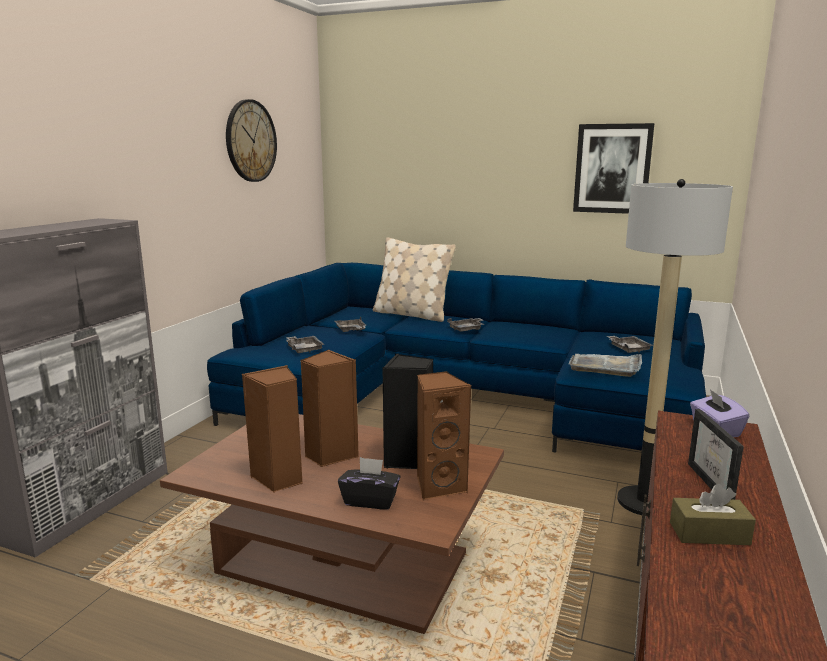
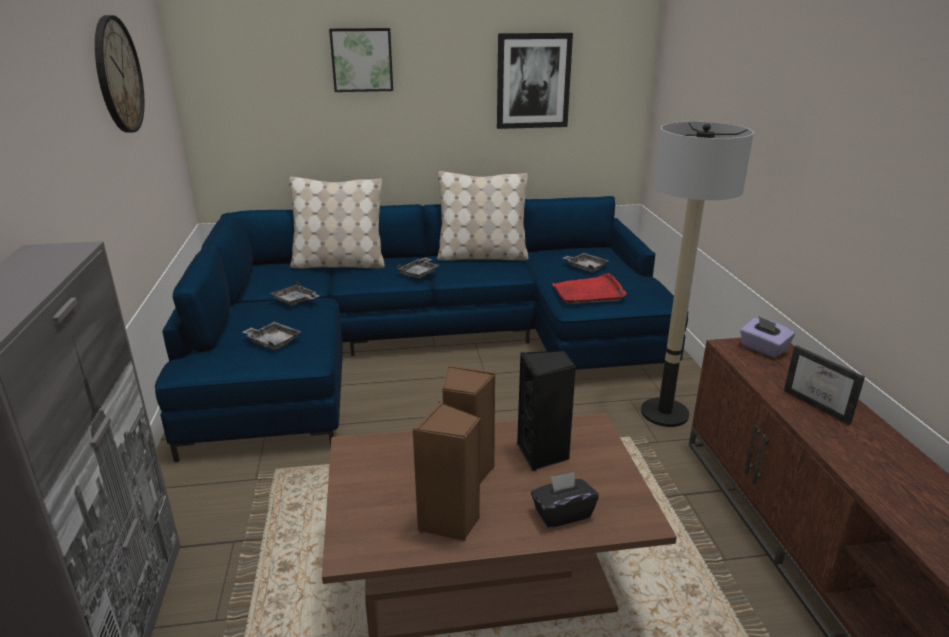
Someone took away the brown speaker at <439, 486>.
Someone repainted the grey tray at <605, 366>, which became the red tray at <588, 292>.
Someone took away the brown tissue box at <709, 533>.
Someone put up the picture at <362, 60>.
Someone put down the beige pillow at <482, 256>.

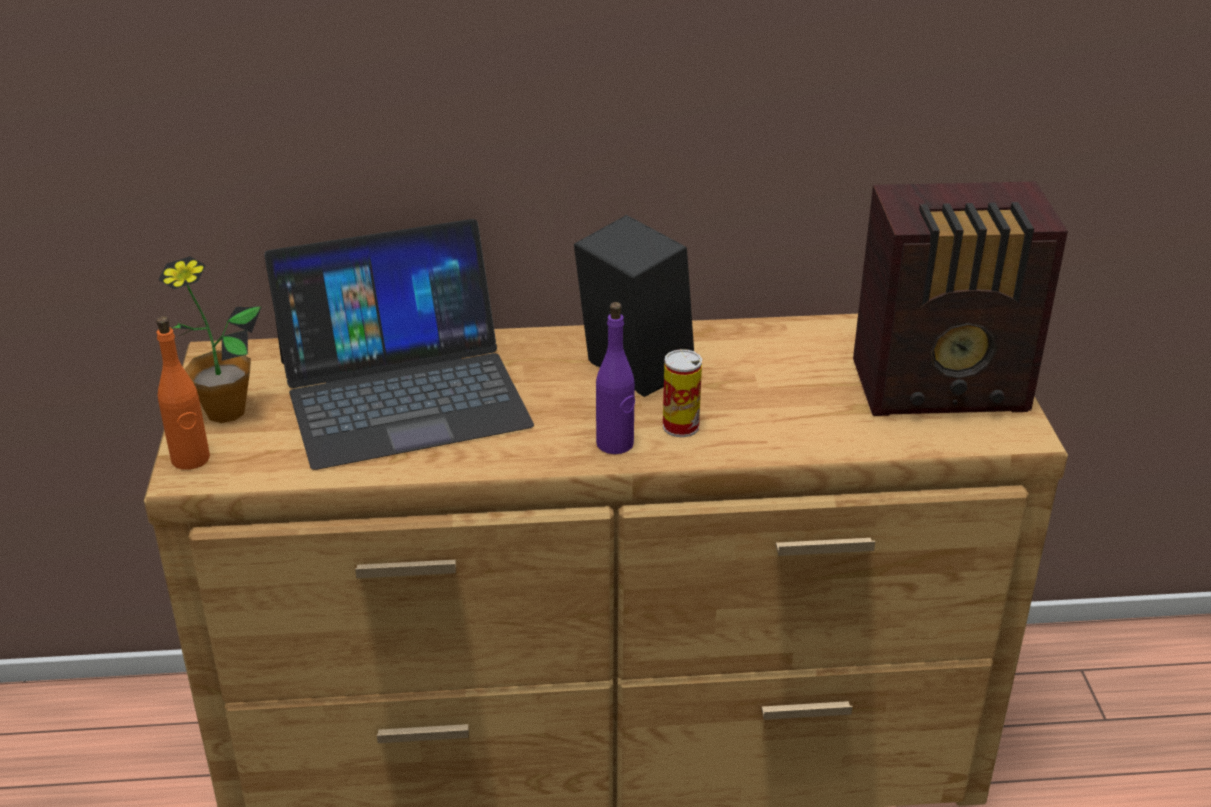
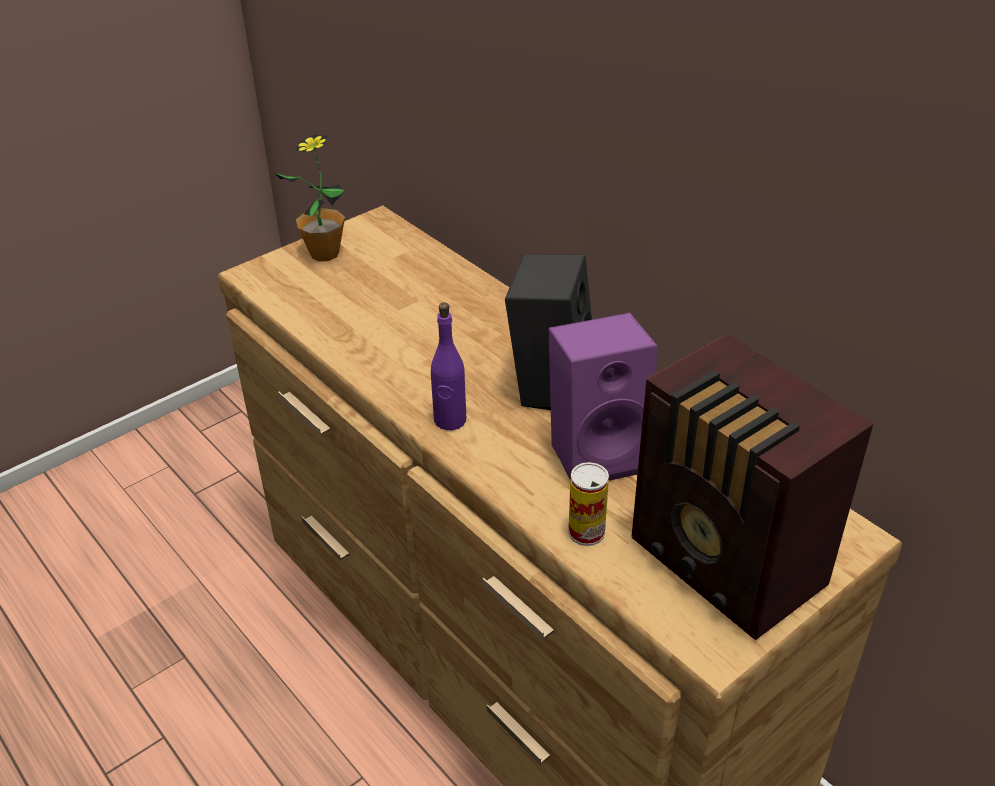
Someone took away the orange bottle at <190, 459>.
Someone took away the laptop at <403, 391>.
Someone carried the can from <680, 426> to <586, 532>.
Someone put down the purple speaker at <599, 452>.

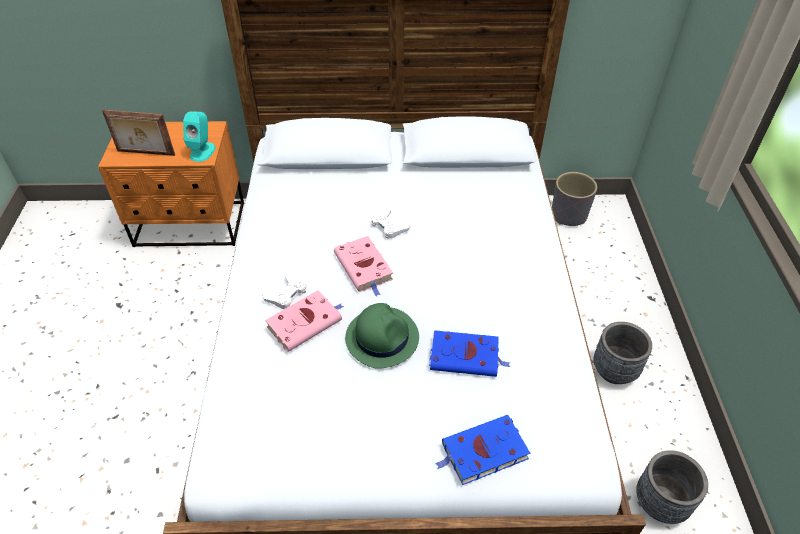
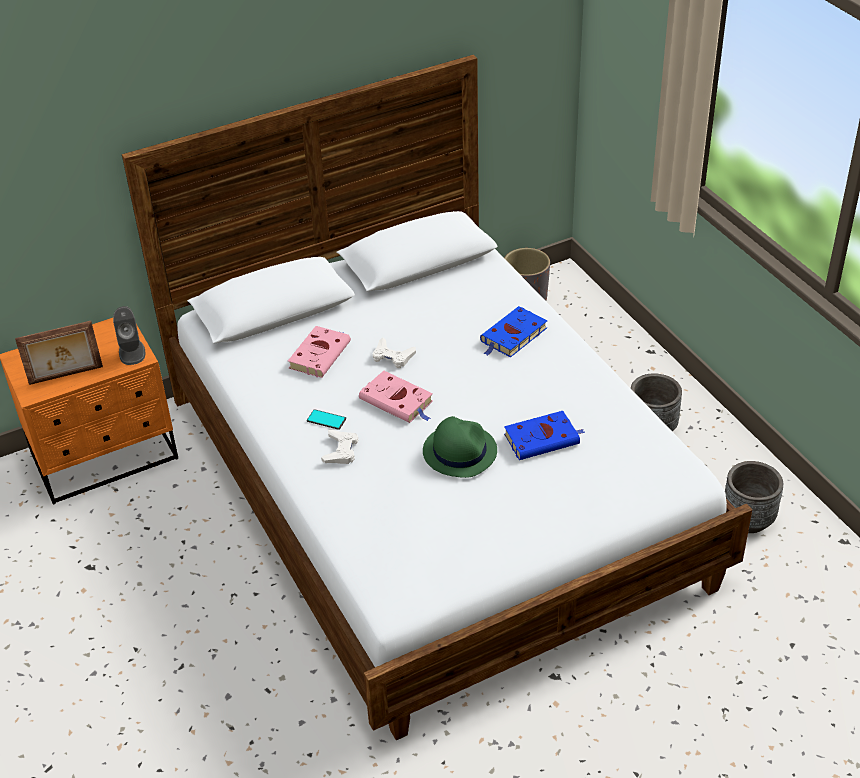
Someone repainted the turquoise speaker at <202, 151>, which became the grey speaker at <132, 352>.
Someone carried the pink book from <306, 322> to <320, 354>.
Someone carried the blue book from <482, 453> to <513, 336>.
Someone put down the phone at <326, 420>.

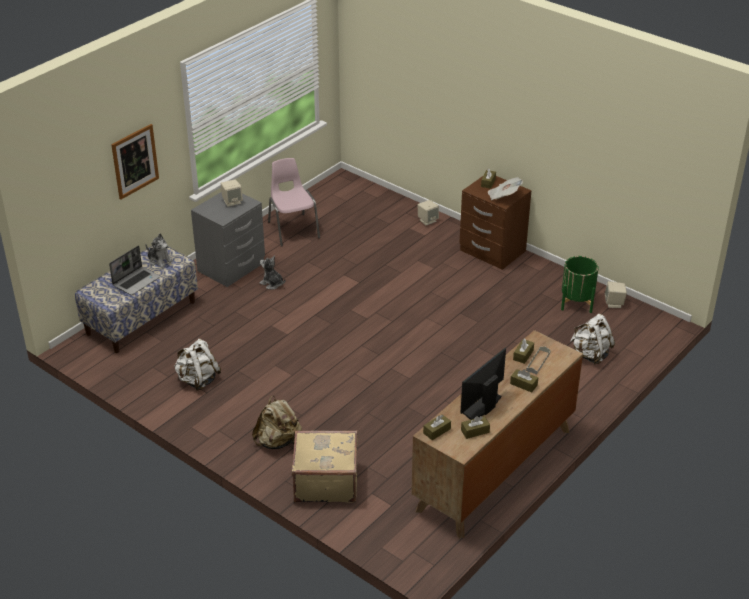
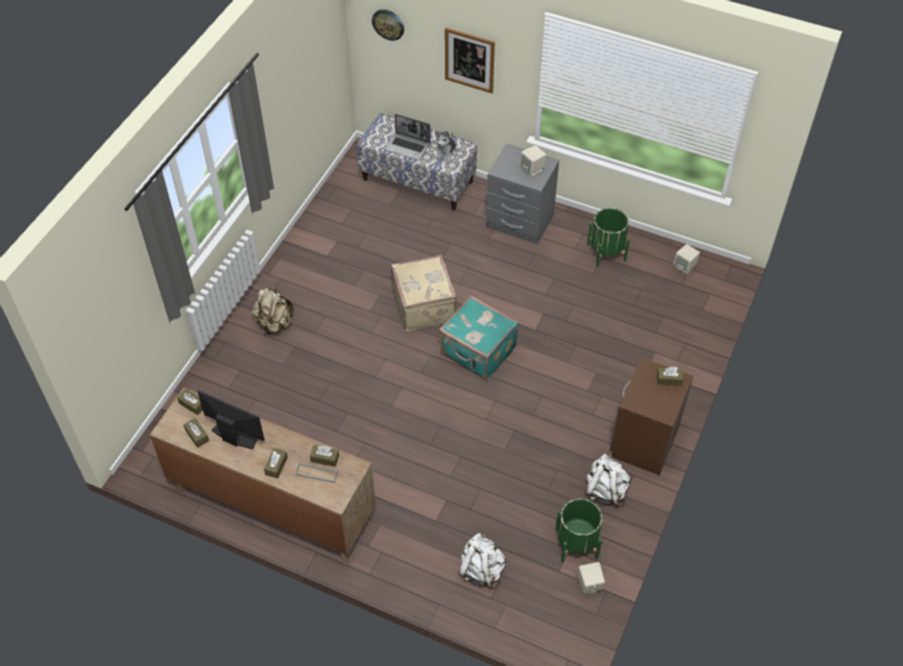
Someone carried the white backpack from <198, 380> to <605, 490>.
Someone took away the plush toy at <272, 283>.
Someone swapped the pink chair at <293, 229> for the green planter at <606, 252>.
Someone carried the beige suitcase from <325, 481> to <425, 305>.
Someone carried the beige speaker from <427, 220> to <684, 266>.
Someone took away the newspaper at <503, 196>.
Someone put up the wall clock at <388, 24>.
Someone put down the turquoise suitcase at <478, 352>.

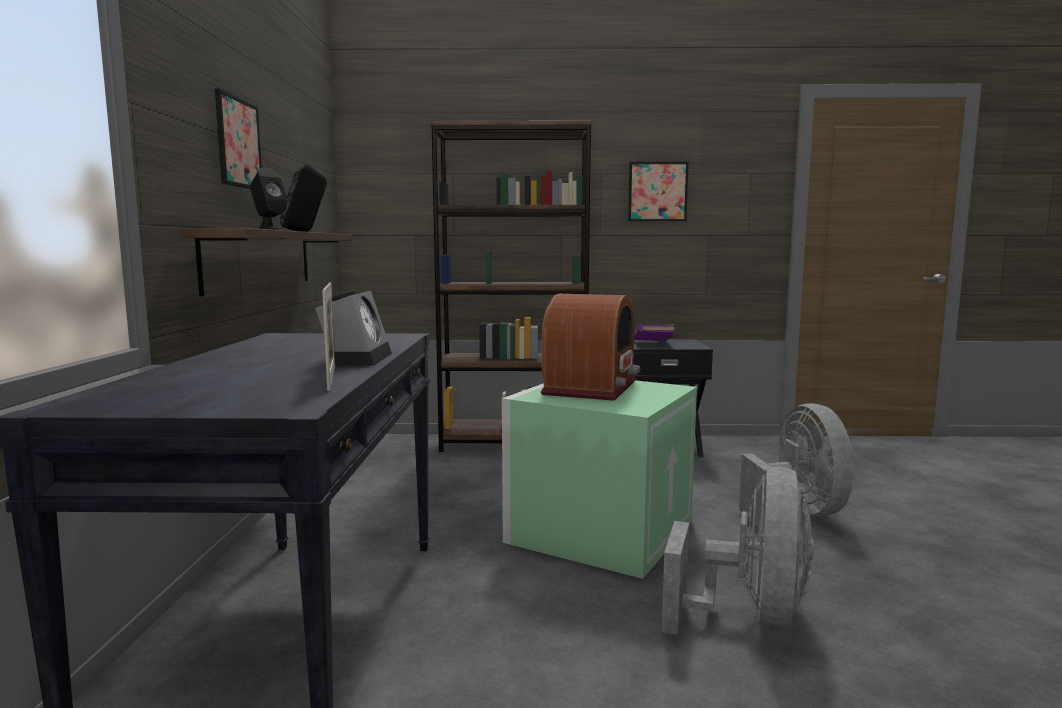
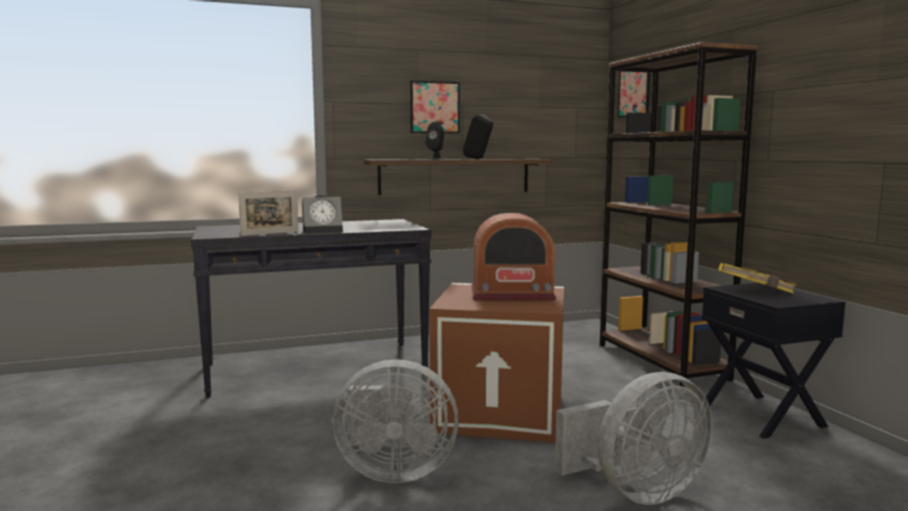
Someone repainted the green storage box at <599, 530>, which became the brown storage box at <502, 412>.
Someone carried the picture from <657, 191> to <634, 91>.
Someone repainted the purple book at <654, 344>, which became the yellow book at <756, 291>.

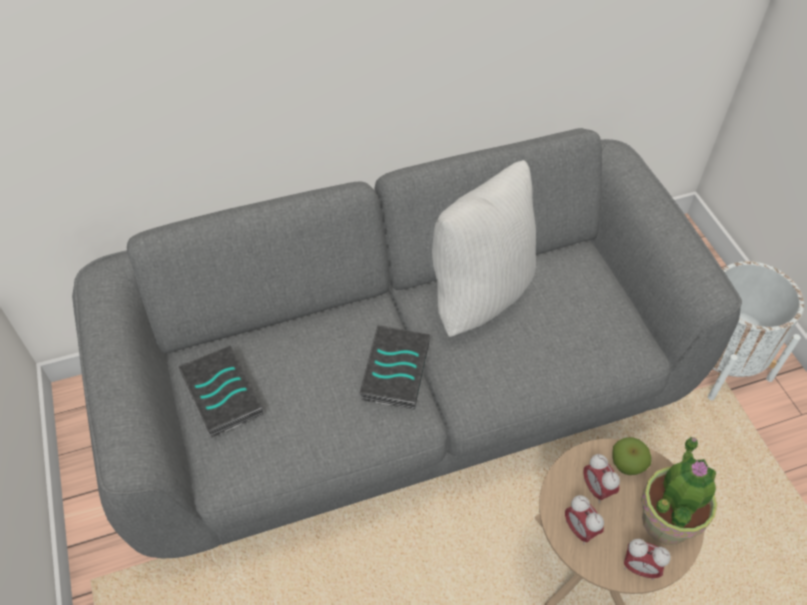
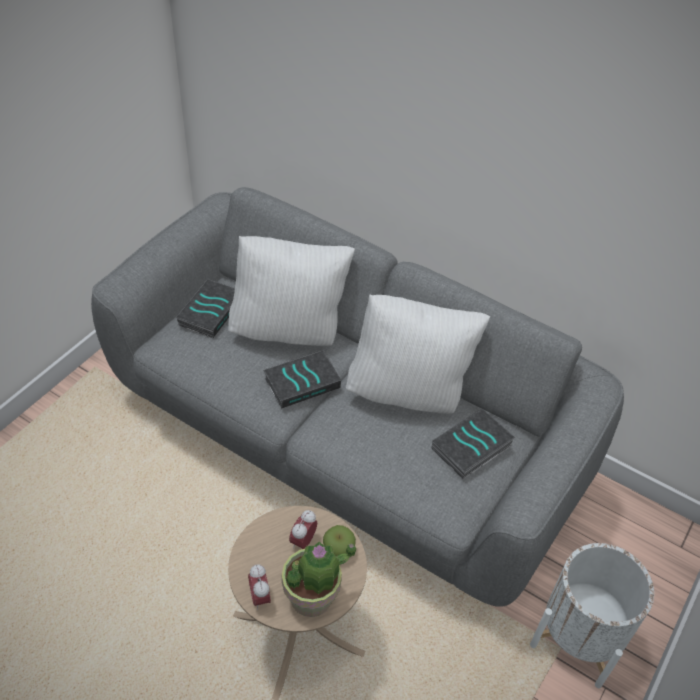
Someone took away the alarm clock at <579, 529>.
Someone put down the white pillow at <290, 331>.
Someone put down the book at <472, 448>.

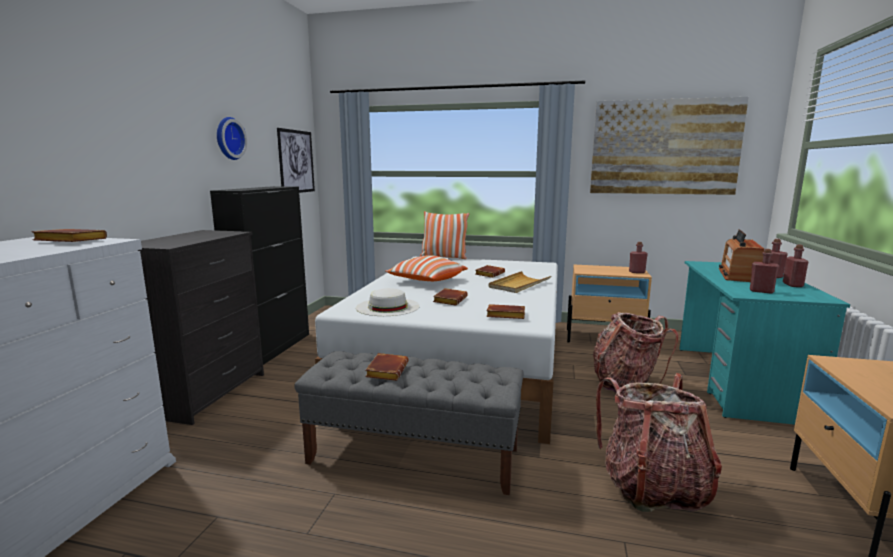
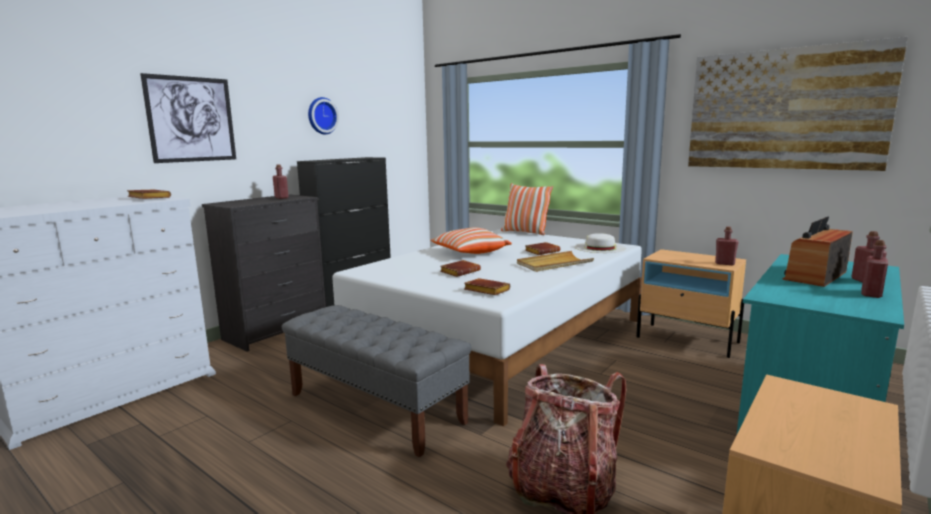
Someone carried the picture from <296, 161> to <191, 119>.
Someone carried the white hat from <388, 307> to <600, 247>.
Someone took away the brown book at <386, 370>.
Someone took away the backpack at <625, 382>.
Someone carried the red bottle from <761, 291> to <281, 198>.

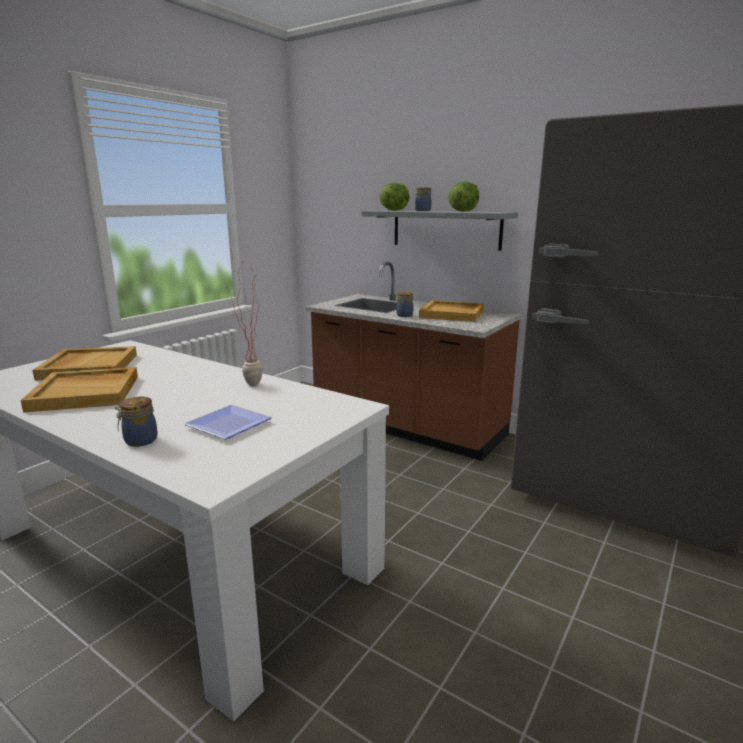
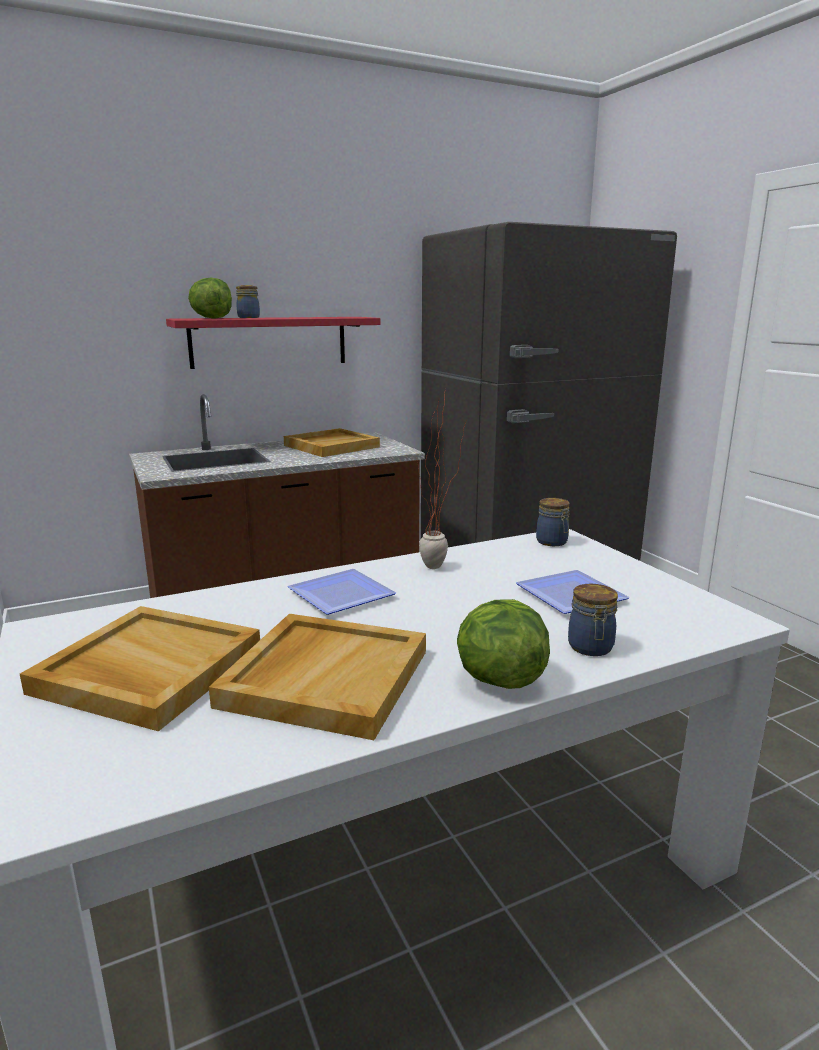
Someone repainted the grey shelf at <445, 229>, which became the red shelf at <269, 341>.
Someone carried the jar from <404, 315> to <552, 542>.
Someone carried the lettuce from <463, 211> to <498, 679>.
Someone put down the plate at <340, 597>.

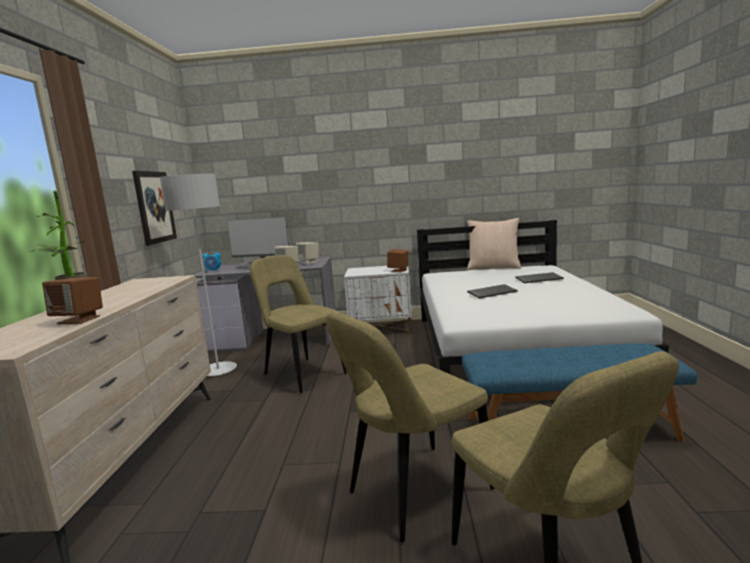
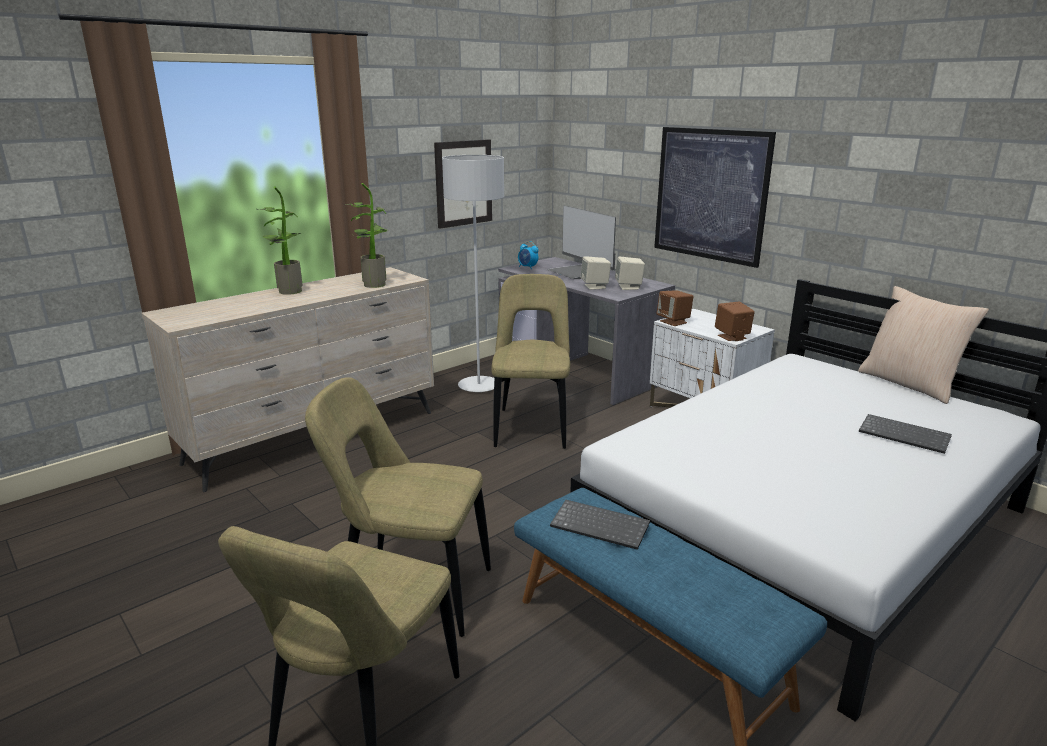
Someone carried the brown speaker from <79, 319> to <673, 322>.
Someone carried the keyboard from <492, 292> to <601, 525>.
Someone put down the potted plant at <373, 284>.
Someone put up the picture at <710, 195>.

